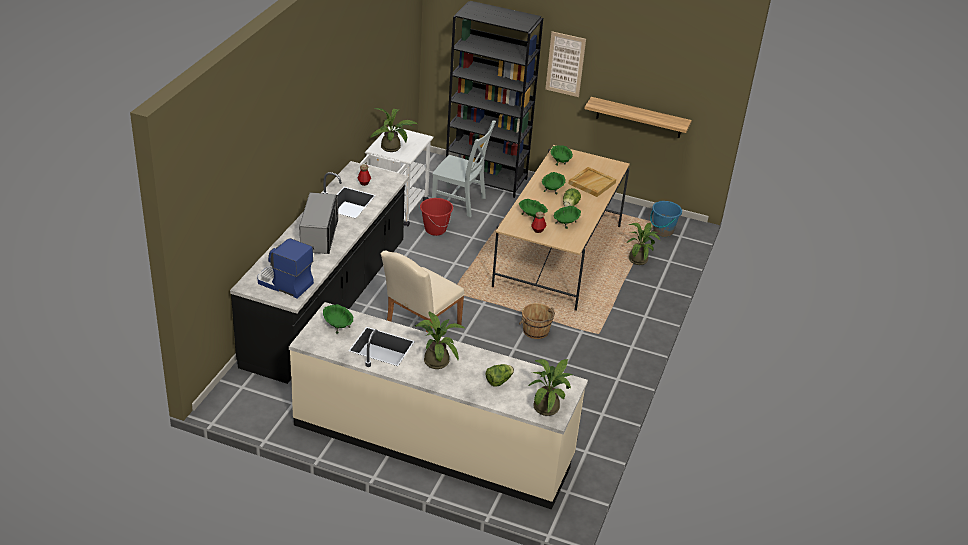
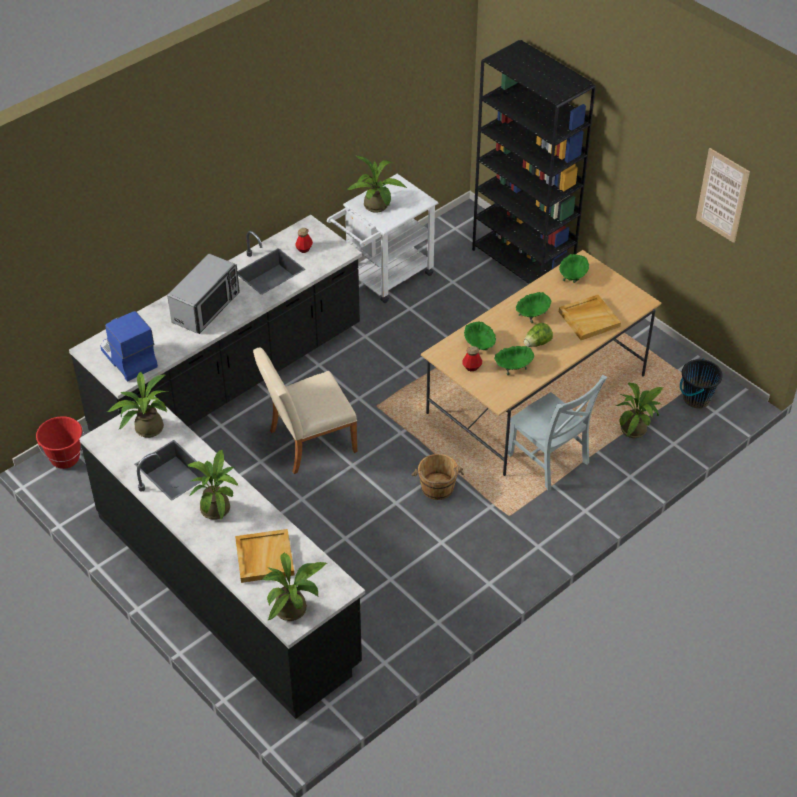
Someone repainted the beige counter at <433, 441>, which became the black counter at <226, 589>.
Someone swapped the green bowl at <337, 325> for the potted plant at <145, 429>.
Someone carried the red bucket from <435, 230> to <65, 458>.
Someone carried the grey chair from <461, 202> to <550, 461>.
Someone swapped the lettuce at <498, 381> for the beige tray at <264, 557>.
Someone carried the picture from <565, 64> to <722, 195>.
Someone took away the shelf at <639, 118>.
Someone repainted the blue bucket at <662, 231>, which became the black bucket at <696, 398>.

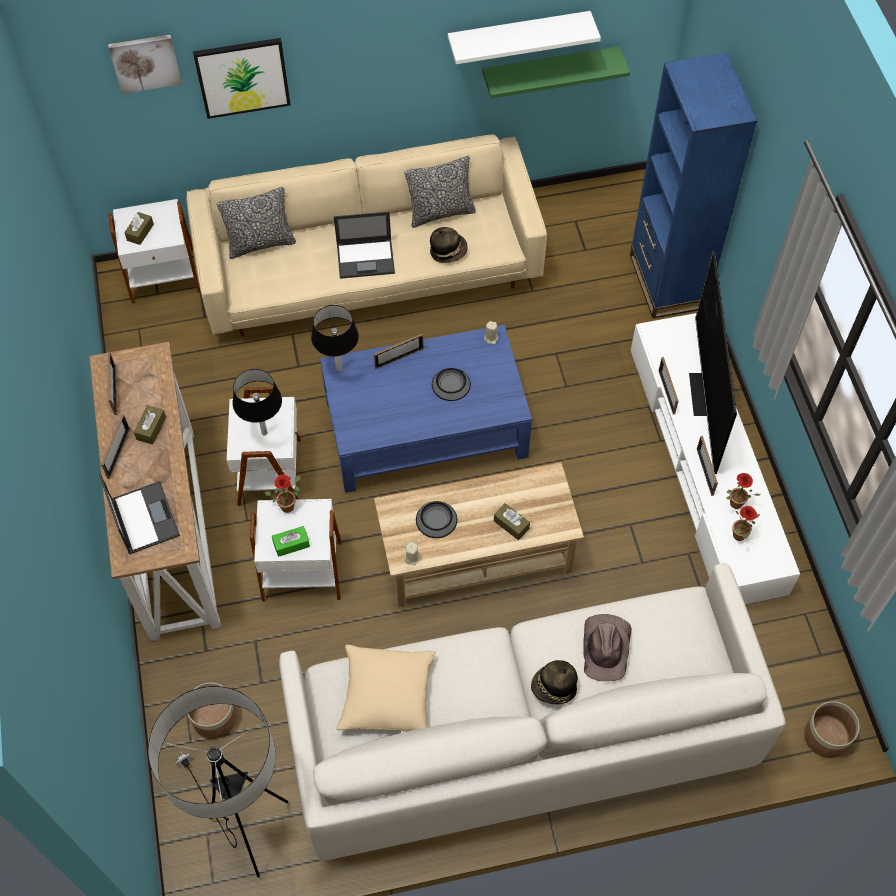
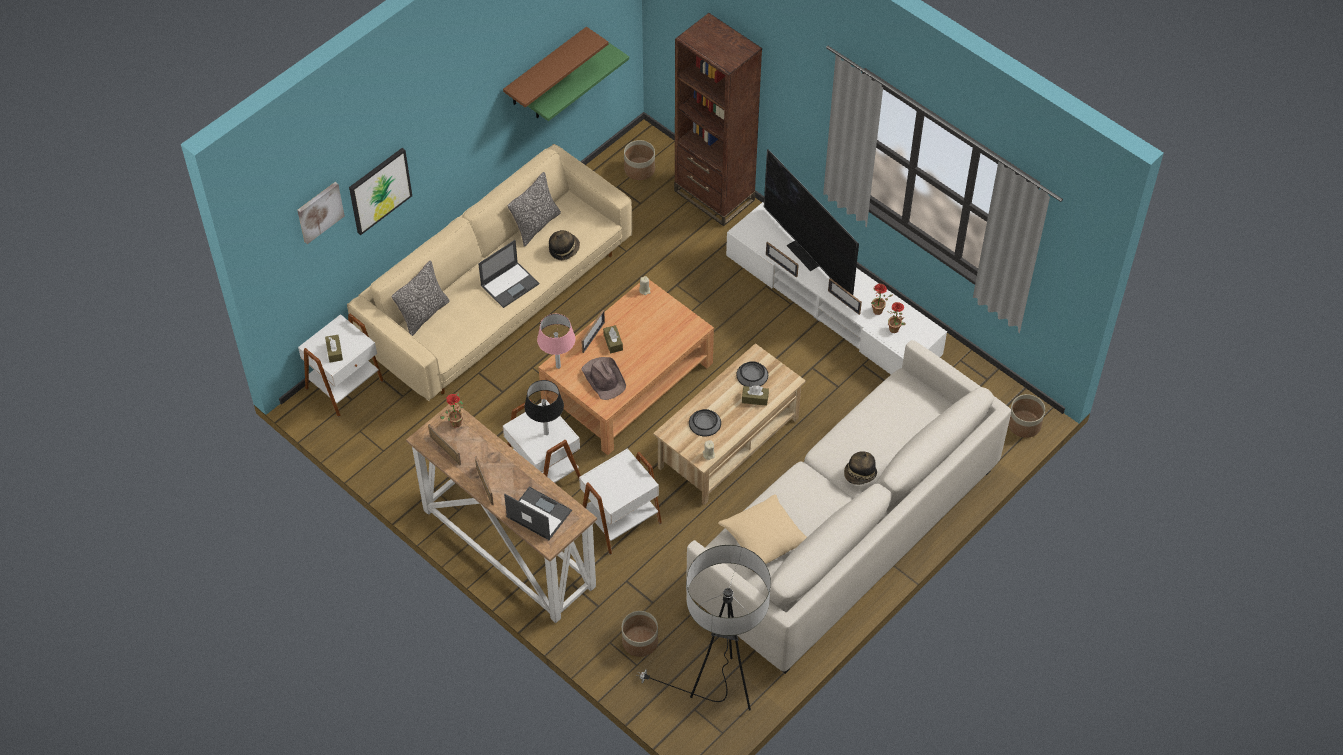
Someone carried the brown tissue box from <151, 428> to <613, 342>.
Someone carried the potted plant from <289, 504> to <456, 421>.
Someone took away the green tissue box at <291, 544>.
Someone repainted the black table lamp at <339, 369>, which became the pink table lamp at <558, 367>.
Someone repainted the blue coffee table at <426, 427>, which became the brown coffee table at <628, 382>.
Someone carried the bowl from <451, 384> to <752, 374>.
Someone repainted the white shelf at <518, 37>, which became the brown shelf at <545, 68>.
Someone carried the brown hat from <606, 647> to <604, 378>.
Someone repainted the blue bookcase at <667, 281>, which became the brown bookcase at <714, 195>.
Someone put down the planter at <639, 169>.

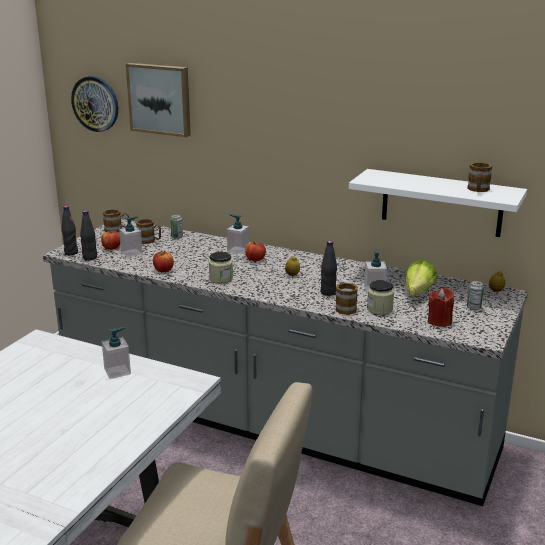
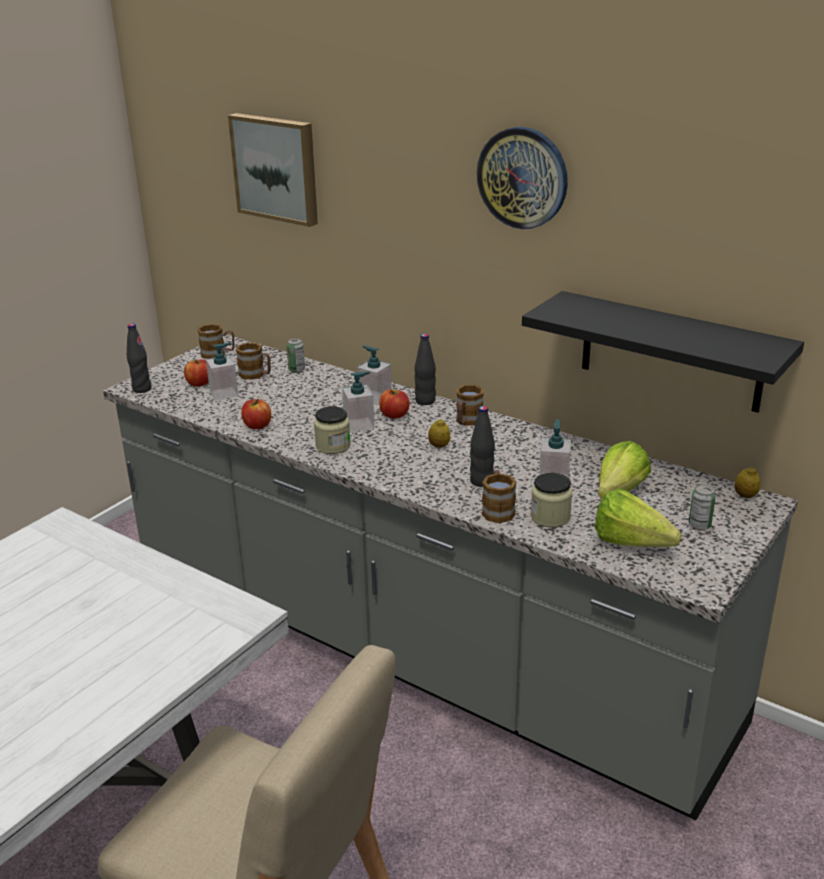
Someone carried the wall clock from <95, 103> to <523, 178>.
Someone carried the black bottle from <90, 258> to <425, 401>.
Someone carried the soap dispenser from <117, 371> to <359, 425>.
Someone repainted the white shelf at <441, 203>, which became the black shelf at <671, 352>.
Someone swapped the red candle at <439, 321> for the lettuce at <637, 546>.
Someone carried the mug from <478, 190> to <467, 422>.

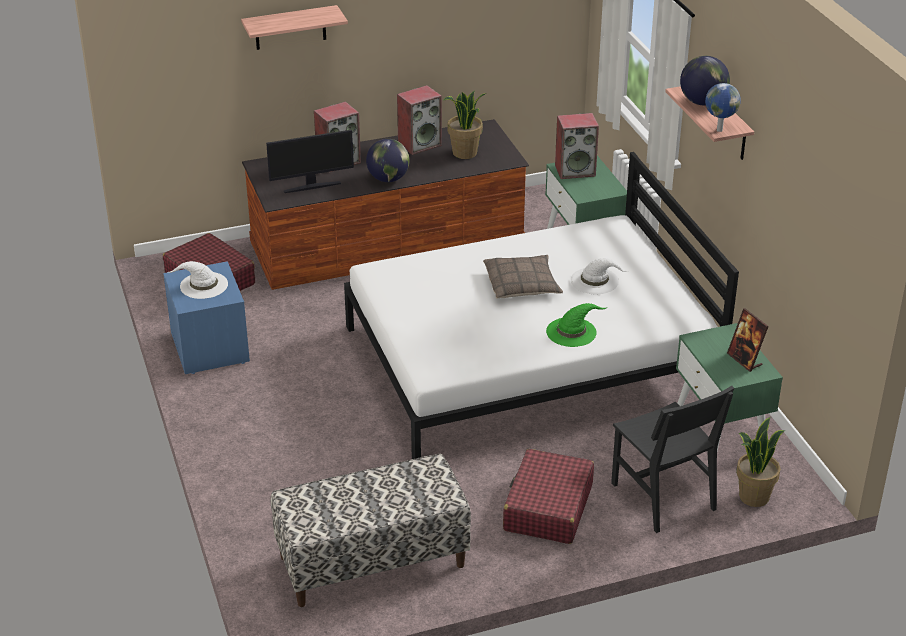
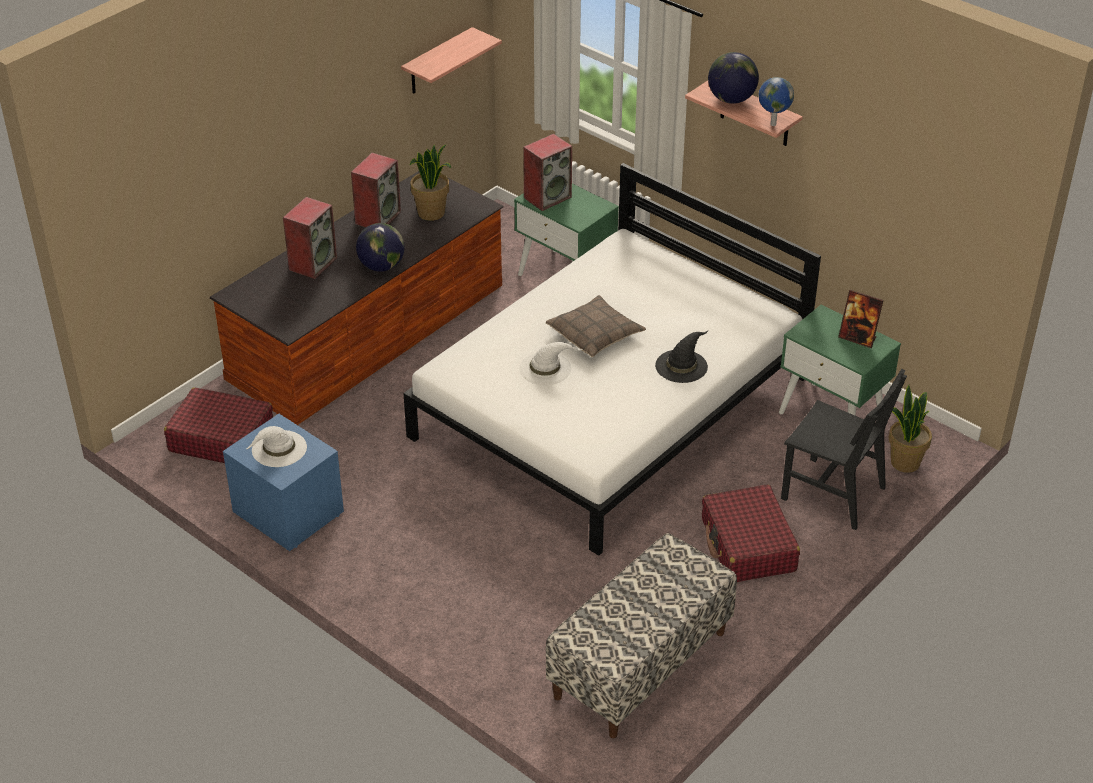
Someone carried the shelf from <290, 28> to <437, 62>.
Someone took away the monitor at <312, 186>.
Someone repainted the green hat at <572, 331>, which became the black hat at <681, 365>.
Someone carried the white hat from <595, 281> to <546, 368>.

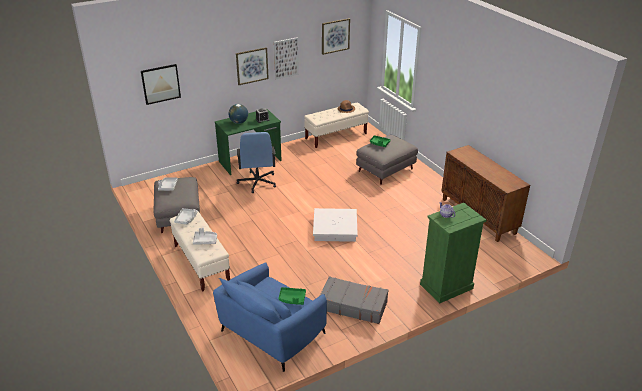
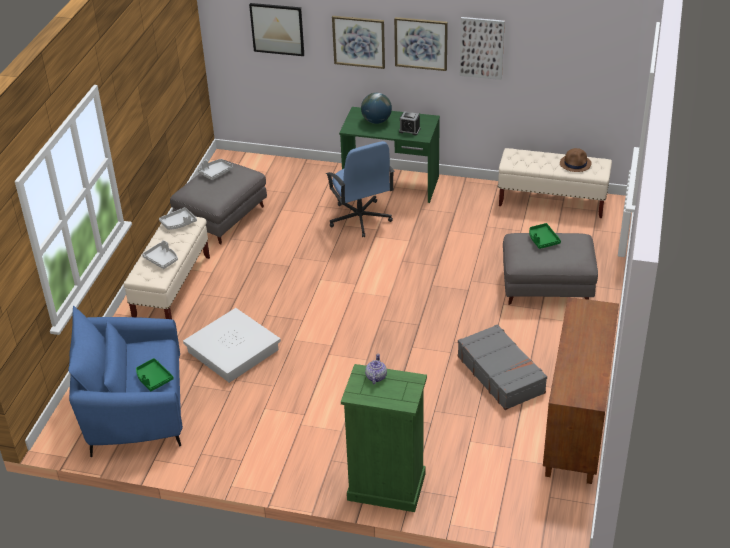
Someone rotated the blue office chair at <257, 182> by 60 degrees counterclockwise.
Someone carried the white storage box from <334, 228> to <232, 350>.
Someone carried the grey suitcase from <353, 305> to <501, 374>.
Someone carried the picture from <335, 36> to <359, 41>.

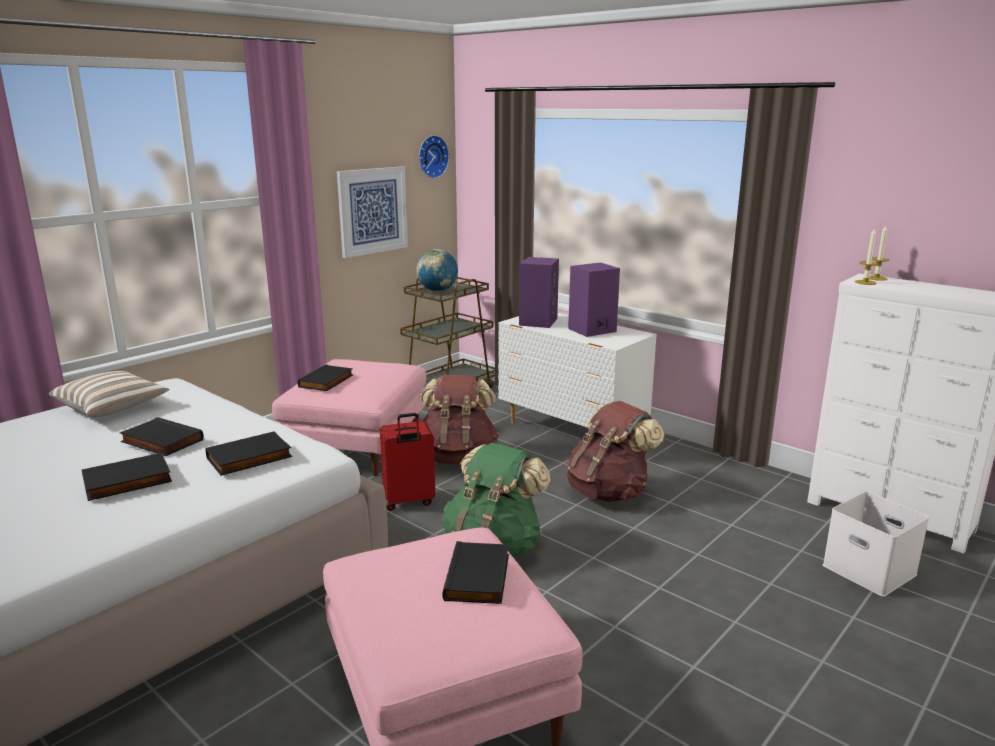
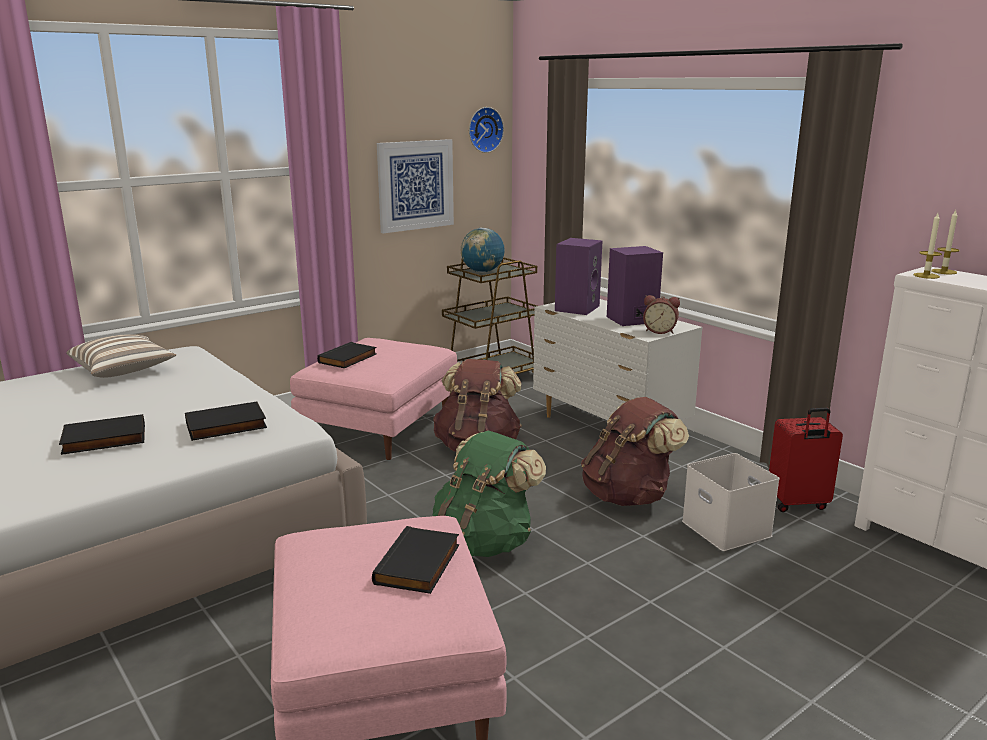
Someone took away the black book at <160, 441>.
Someone carried the red suitcase from <408, 501> to <797, 504>.
Someone carried the white storage box from <871, 570> to <728, 529>.
Someone put down the alarm clock at <660, 331>.

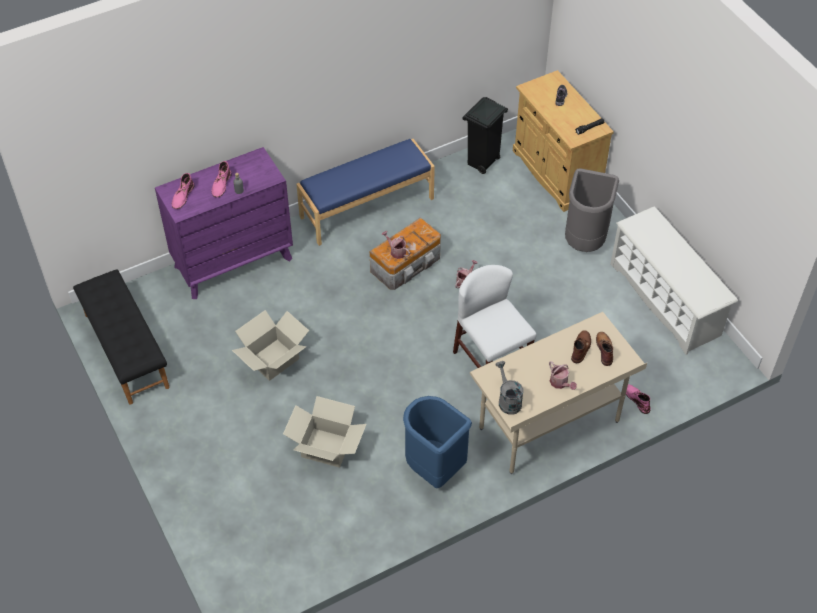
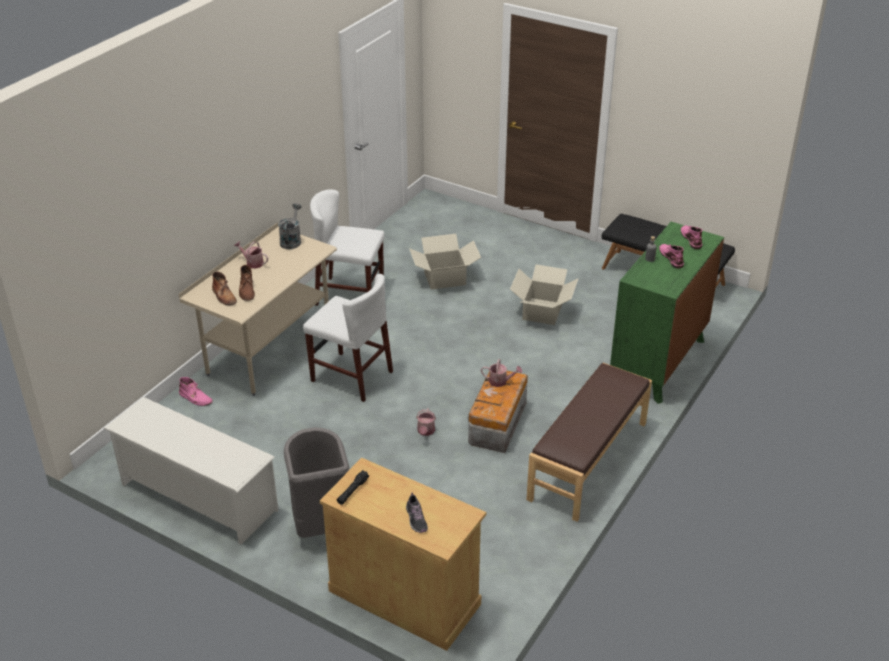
Someone repainted the purple dresser at <233, 262>, which became the green dresser at <658, 362>.
Someone repainted the blue bench at <366, 207>, which became the brown bench at <589, 461>.
Someone swapped the blue trash can at <434, 469> for the white chair at <350, 295>.
Someone took away the black trash can at <482, 163>.
Someone rotated the grey watering can at <508, 400> by 120 degrees counterclockwise.

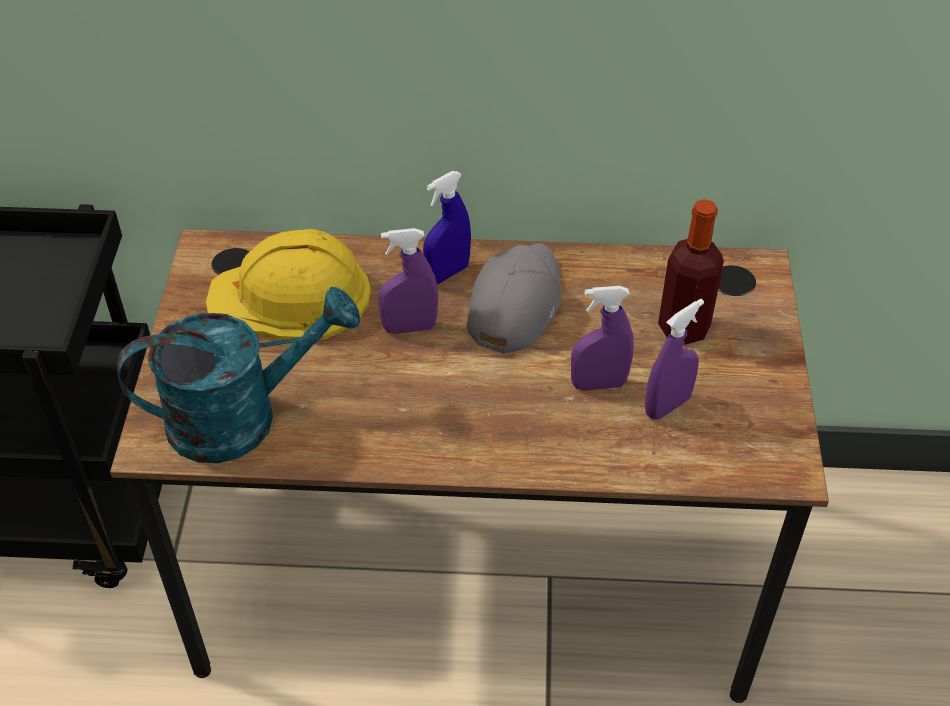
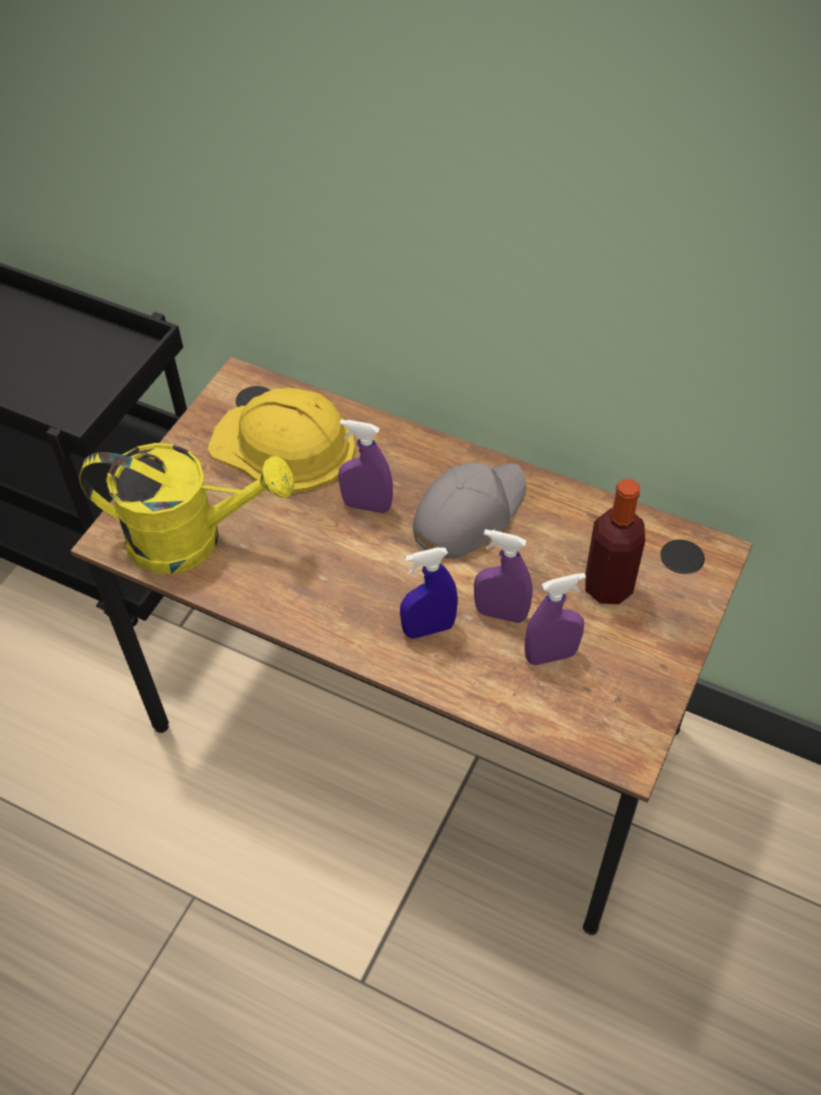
Someone repainted the turquoise watering can at <242, 416>, which became the yellow watering can at <192, 538>.
Someone carried the blue spray bottle from <447, 273> to <429, 629>.

